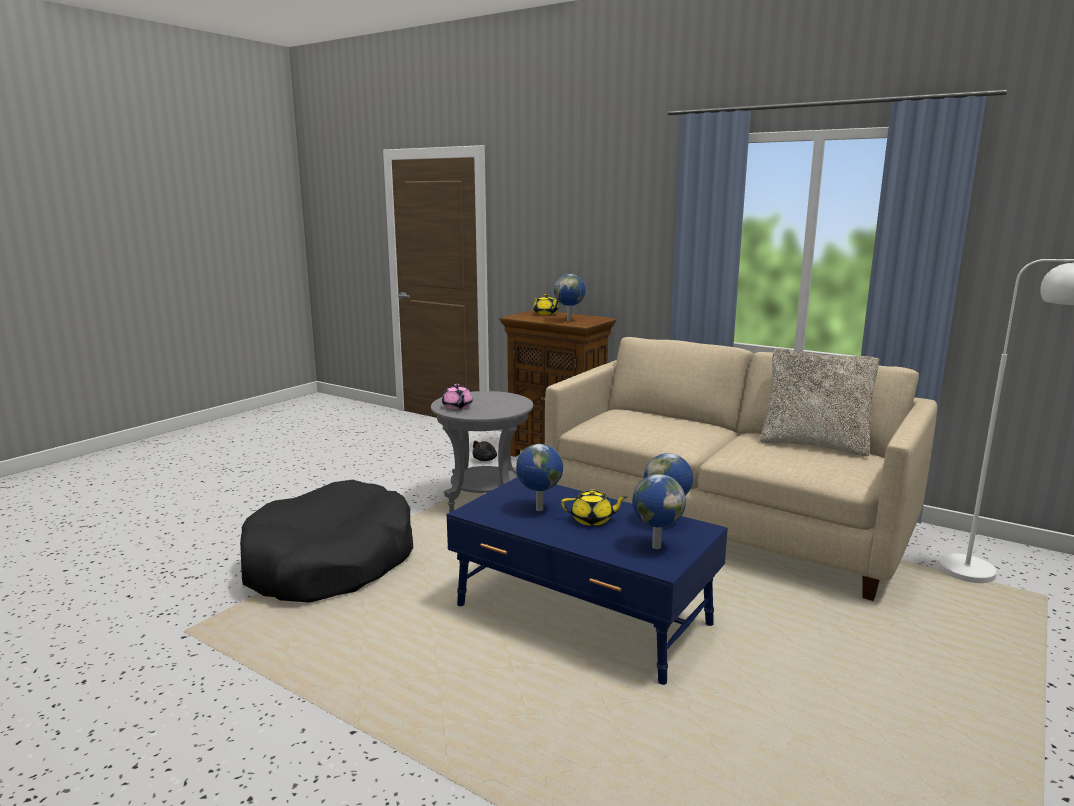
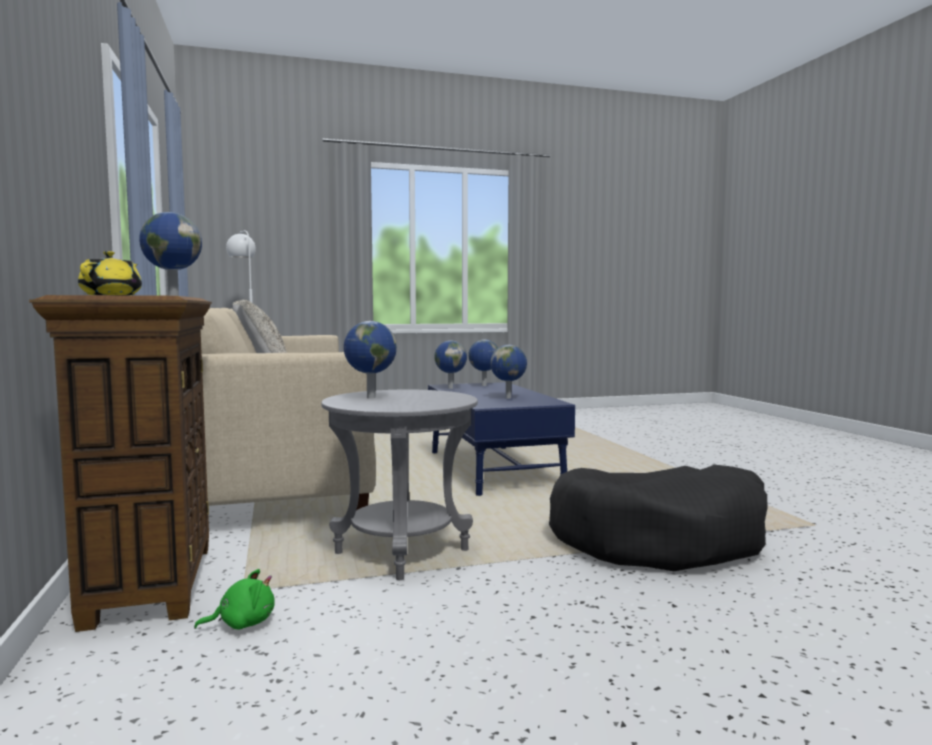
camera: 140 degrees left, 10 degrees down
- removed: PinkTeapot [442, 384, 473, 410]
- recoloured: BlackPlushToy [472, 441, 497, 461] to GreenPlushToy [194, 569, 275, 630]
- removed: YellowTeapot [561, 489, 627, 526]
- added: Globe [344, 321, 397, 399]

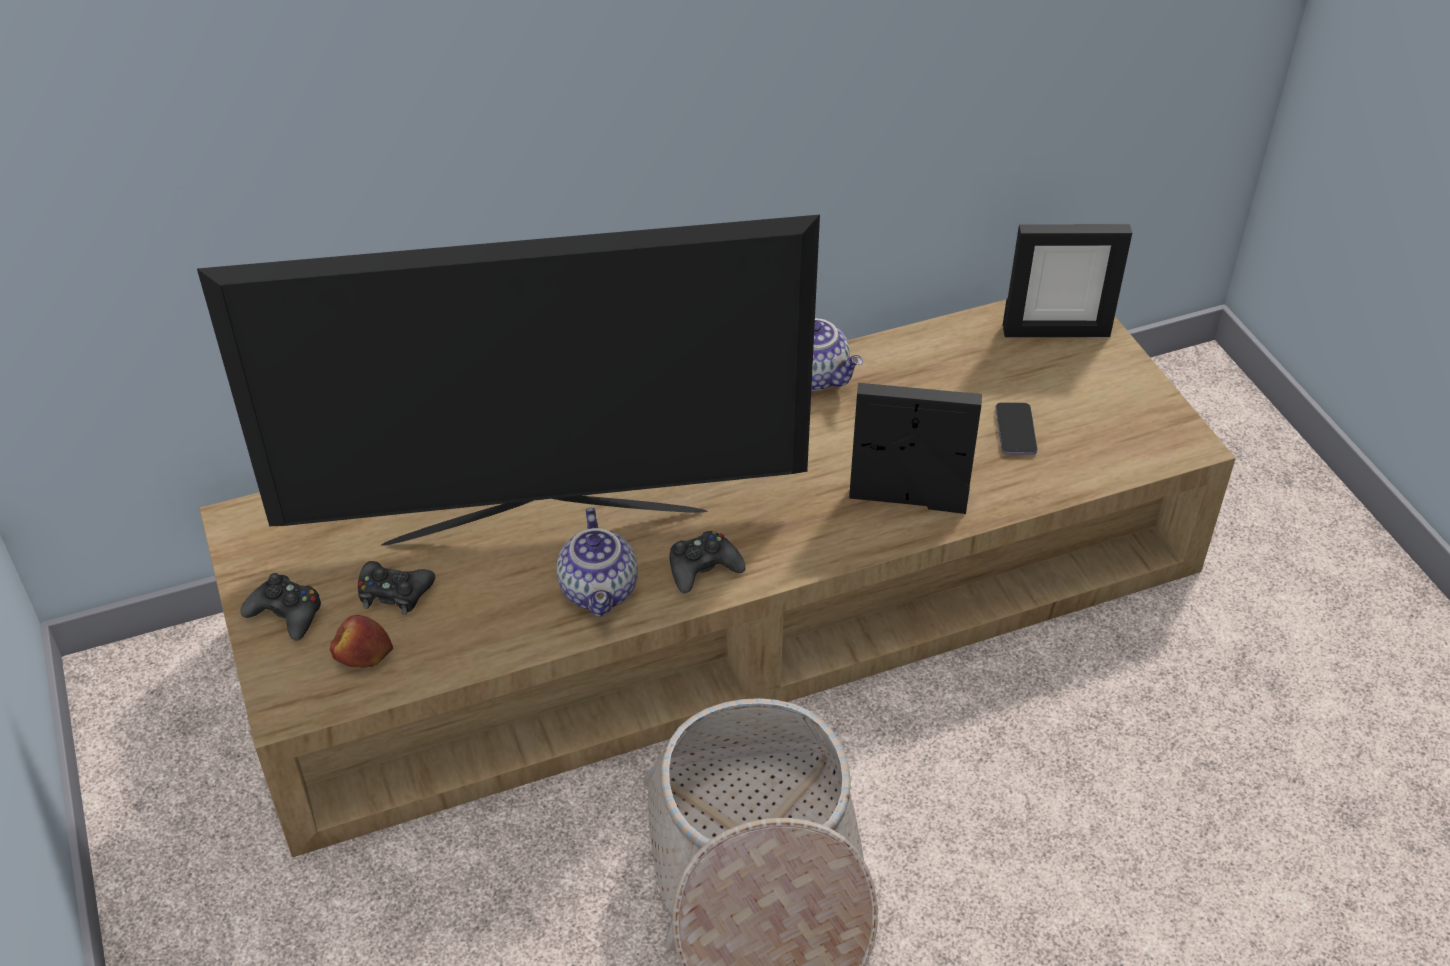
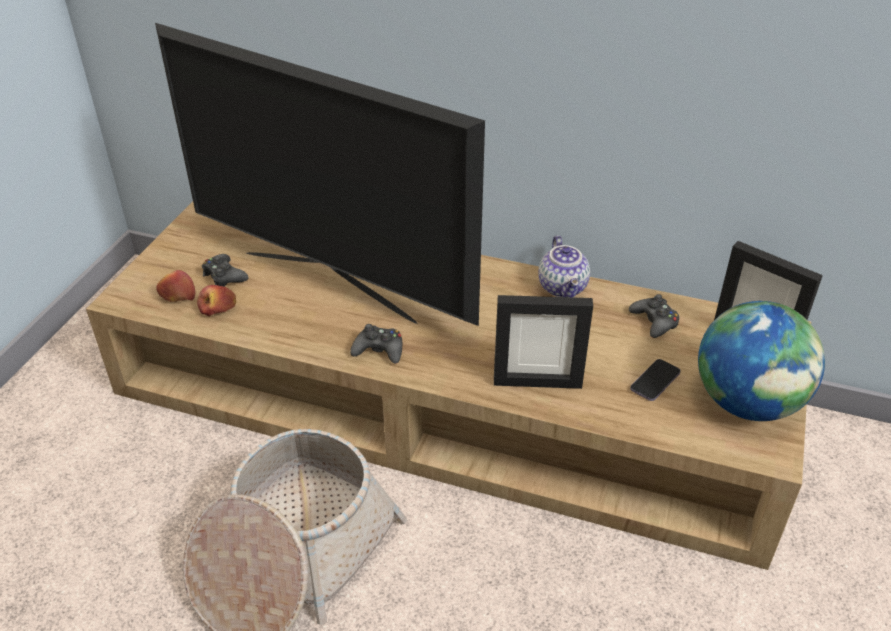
camera: 40 degrees right, 5 degrees down
- turned: PictureFrame [849, 383, 982, 514] = [494, 295, 593, 389] 135 degrees clockwise
- removed: Teapot [557, 508, 638, 616]
- moved: BlackGameController [241, 573, 321, 641] to [629, 294, 679, 338]
- added: Apple [197, 285, 236, 316]
- added: Globe [698, 301, 825, 421]

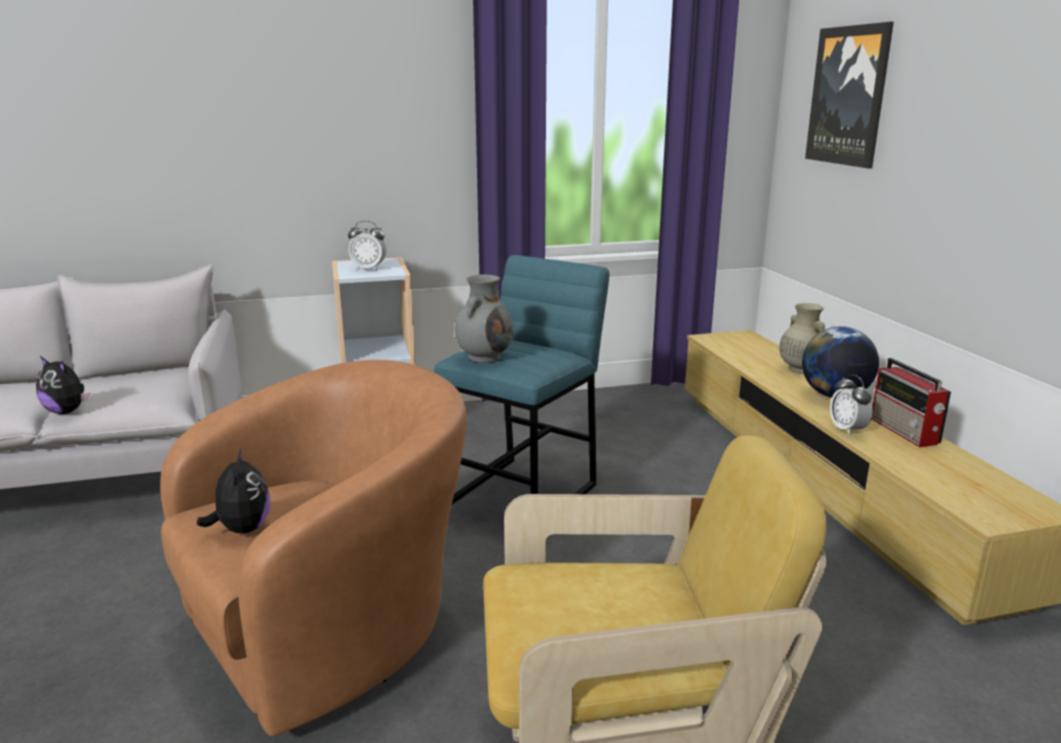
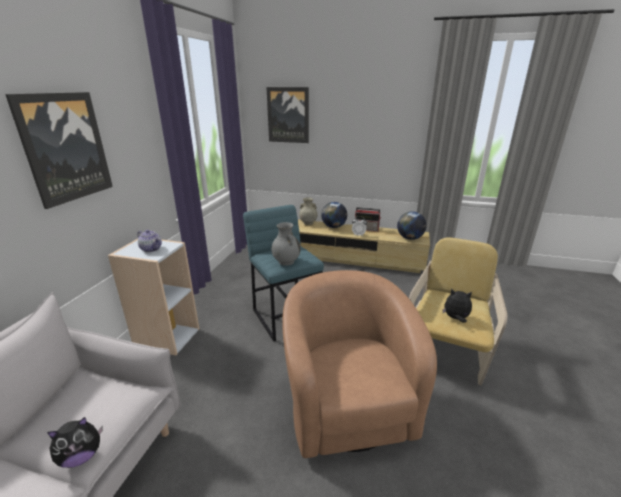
camera: 60 degrees left, 5 degrees up
- replaced: AlarmClock [348, 221, 386, 270] to Teapot [138, 230, 162, 252]
- moved: PlushToy [197, 449, 270, 533] to [443, 289, 472, 323]
- added: Picture [5, 92, 113, 209]
- added: Globe [397, 211, 427, 240]

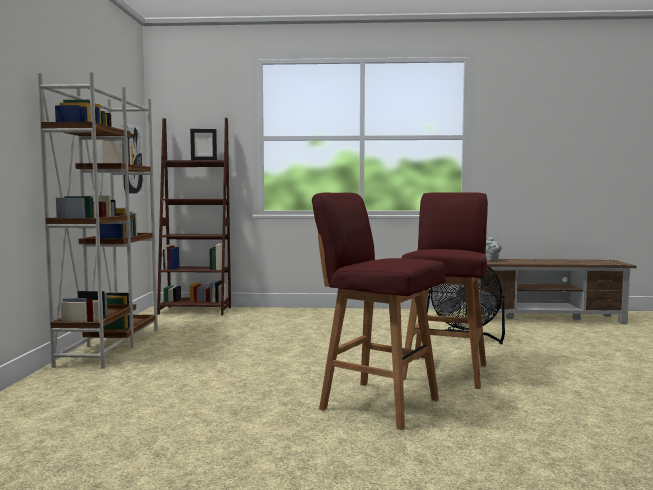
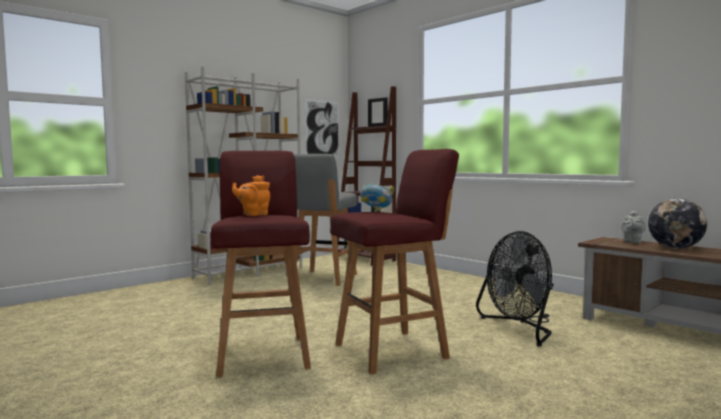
camera: 45 degrees right, 0 degrees up
- added: GreyStool [293, 154, 357, 286]
- added: OrangeTeapot [232, 175, 270, 216]
- added: Bowl [360, 184, 394, 211]
- added: Globe [648, 198, 707, 249]

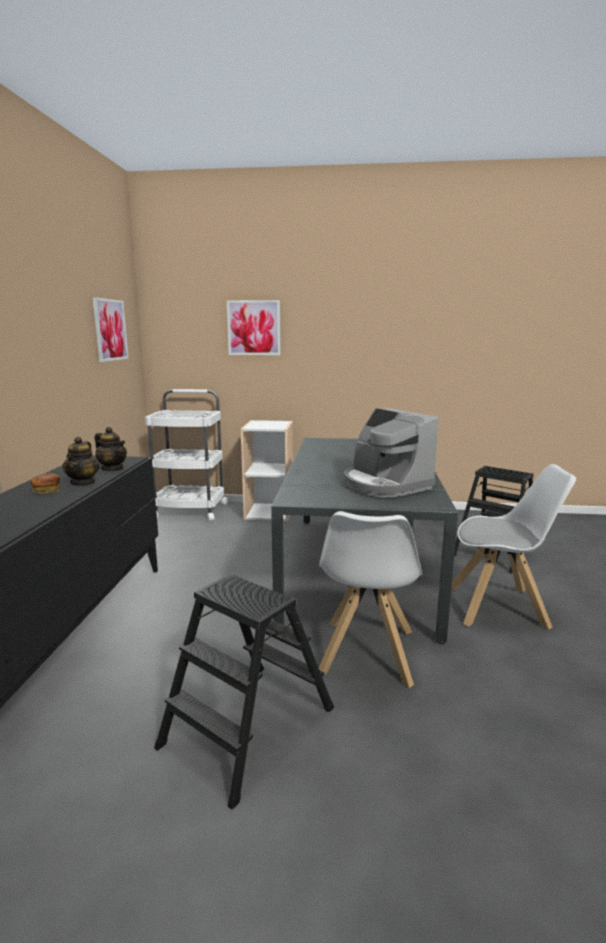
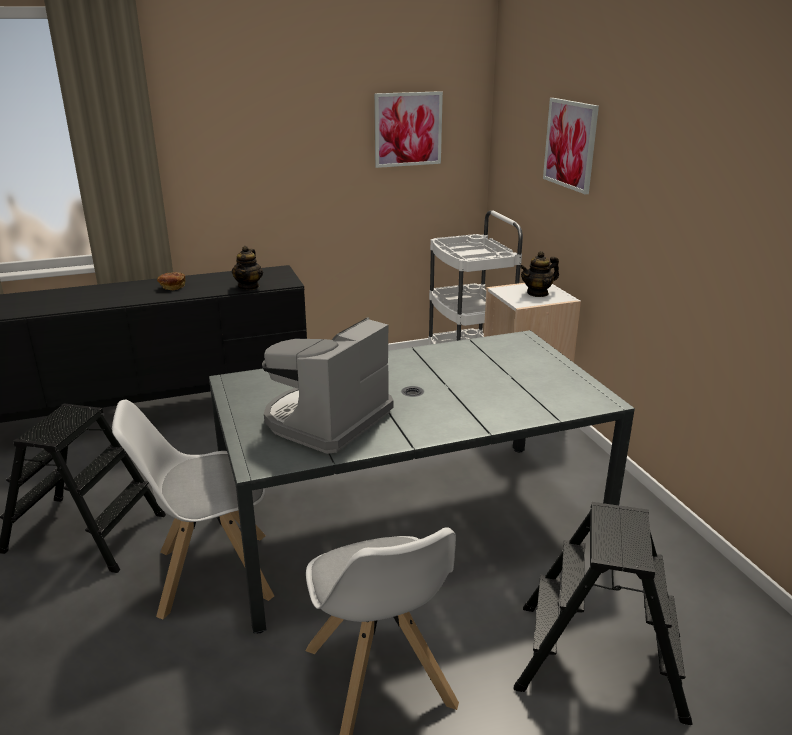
camera: 65 degrees right, 10 degrees up
- moved: Teapot [62, 437, 100, 486] to [520, 251, 559, 297]

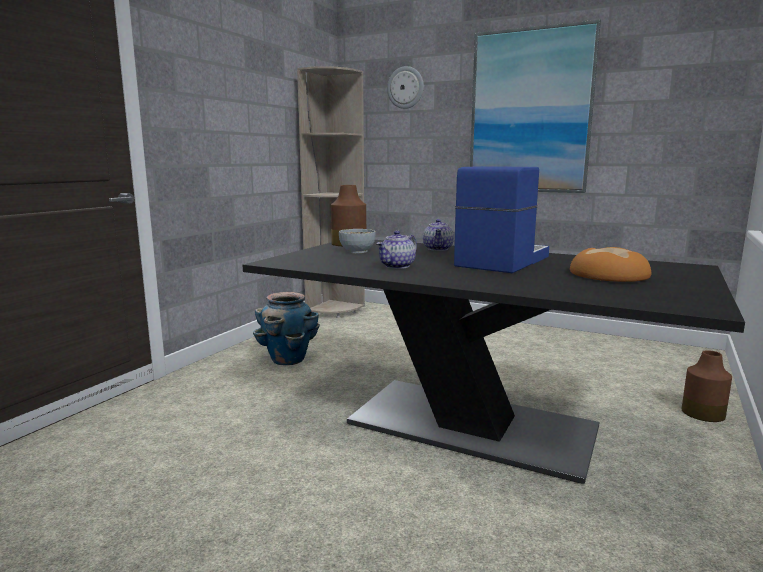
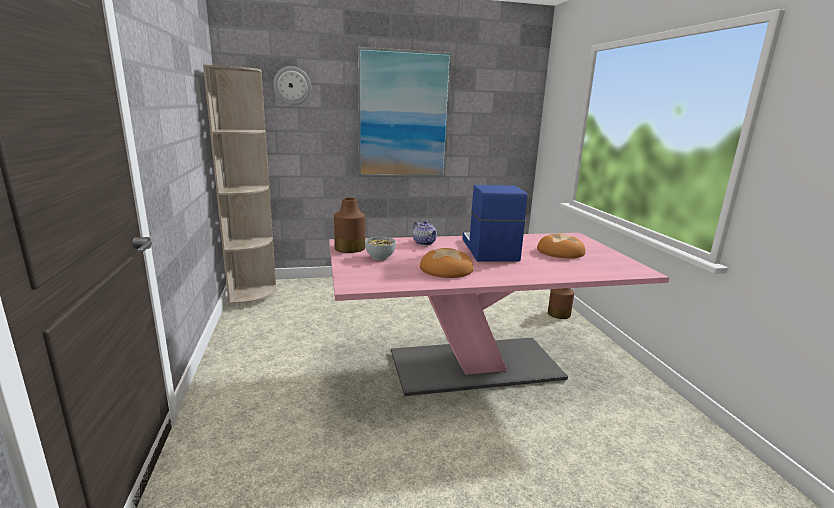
camera: 40 degrees left, 5 degrees up
- replaced: Teapot [376, 230, 417, 269] to Bread [420, 248, 473, 278]
- recoloured: BlackDiningTable [243, 240, 745, 484] to PinkDiningTable [329, 233, 669, 396]
- removed: Planter [253, 292, 320, 365]

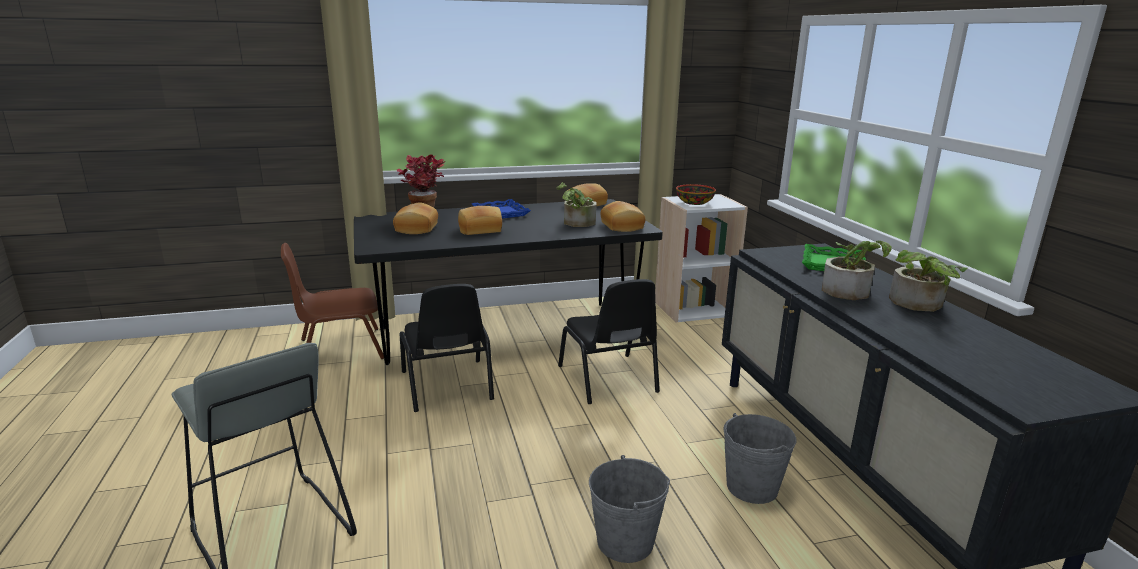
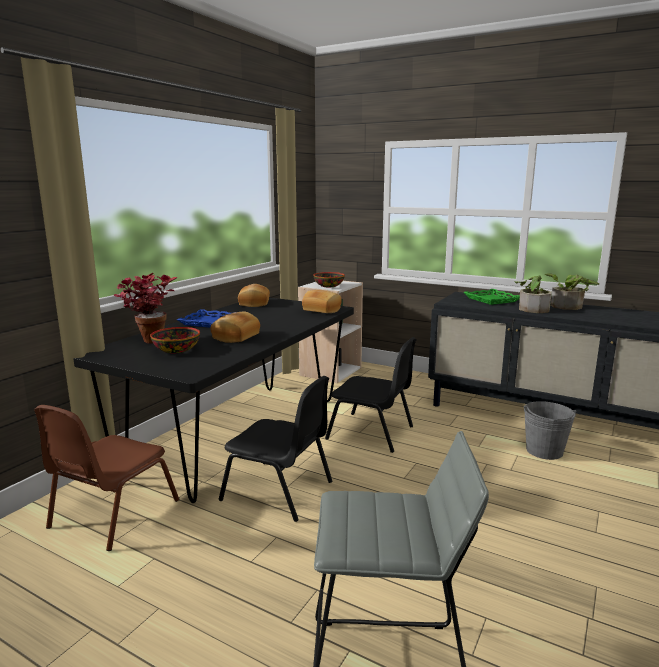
camera: 45 degrees left, 5 degrees down
- removed: PottedPlant [556, 182, 597, 227]
- replaced: Bread [393, 202, 438, 234] to Bowl [150, 327, 200, 354]
- removed: GreyBucket [589, 455, 670, 563]

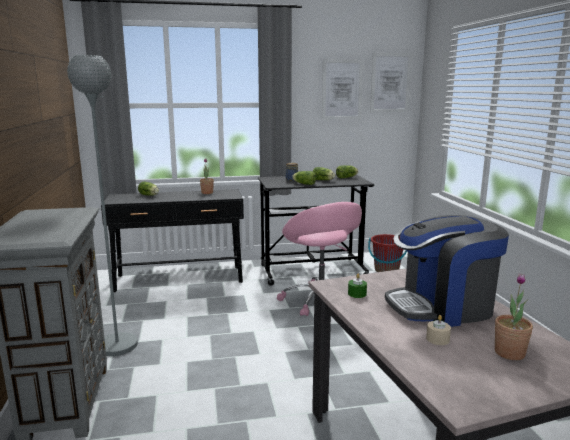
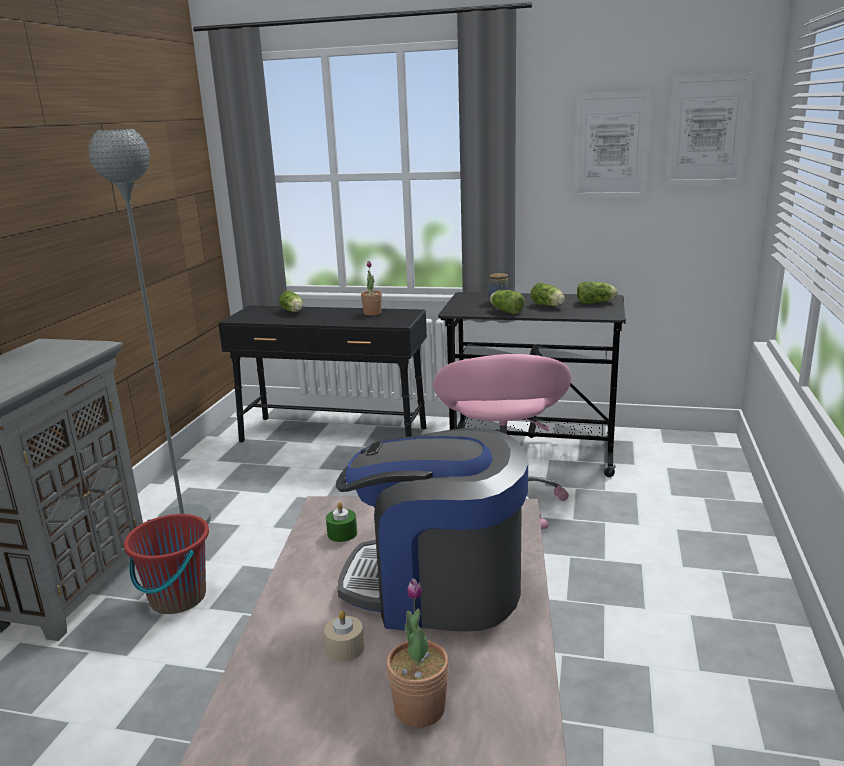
camera: 25 degrees right, 5 degrees up
- moved: RedBucket [368, 234, 407, 272] to [124, 514, 209, 614]

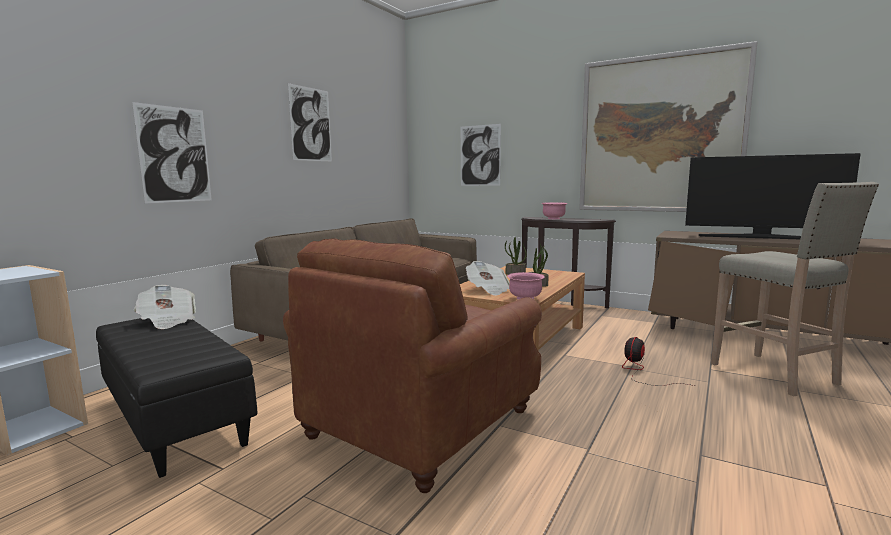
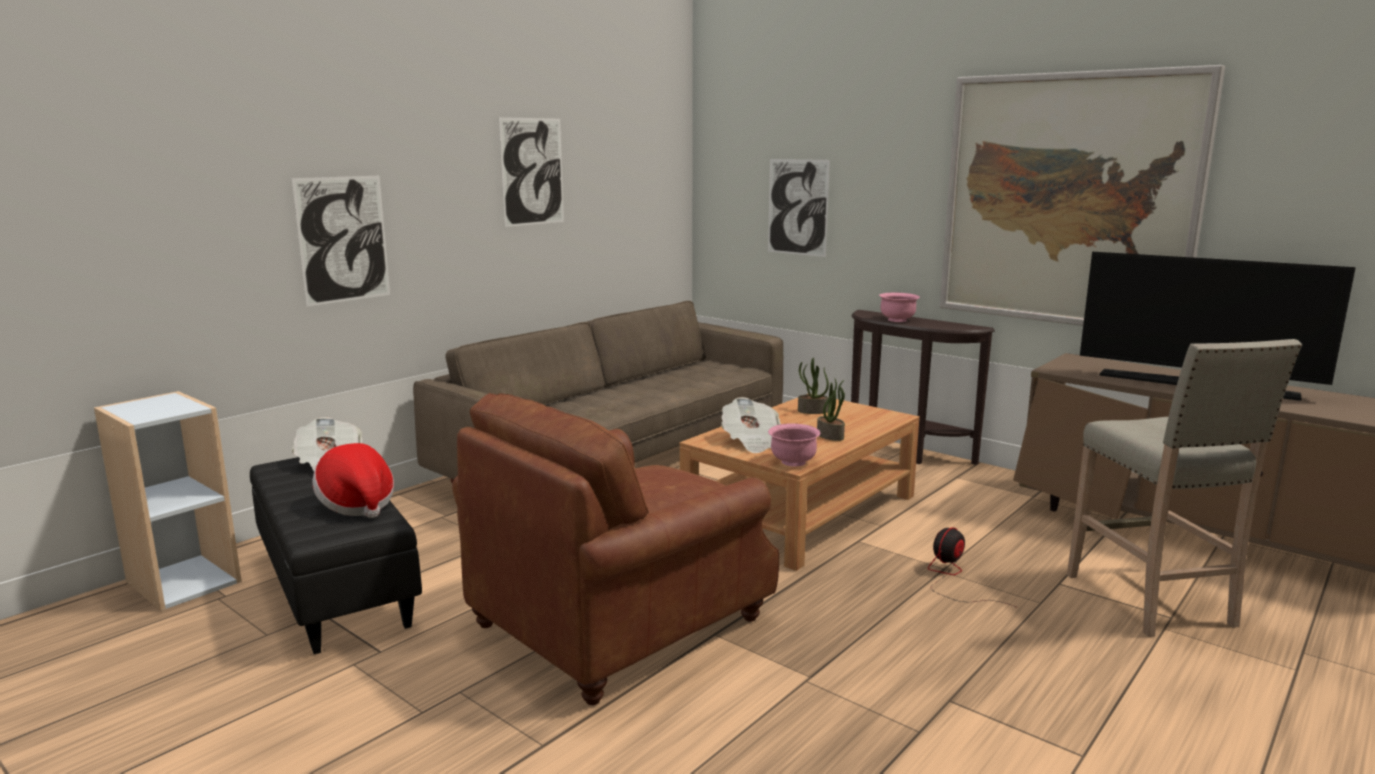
camera: 10 degrees right, 5 degrees up
- added: Hat [312, 443, 394, 518]

